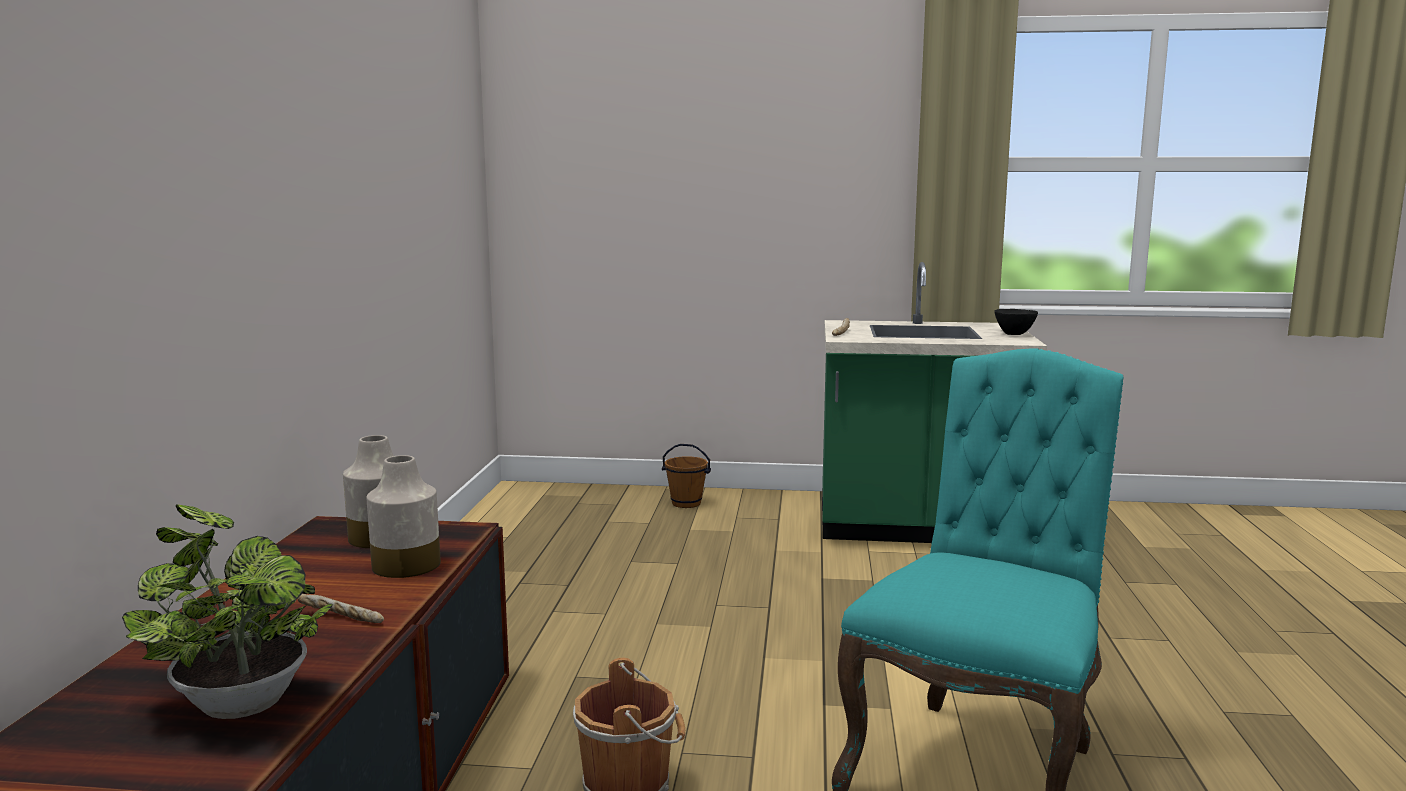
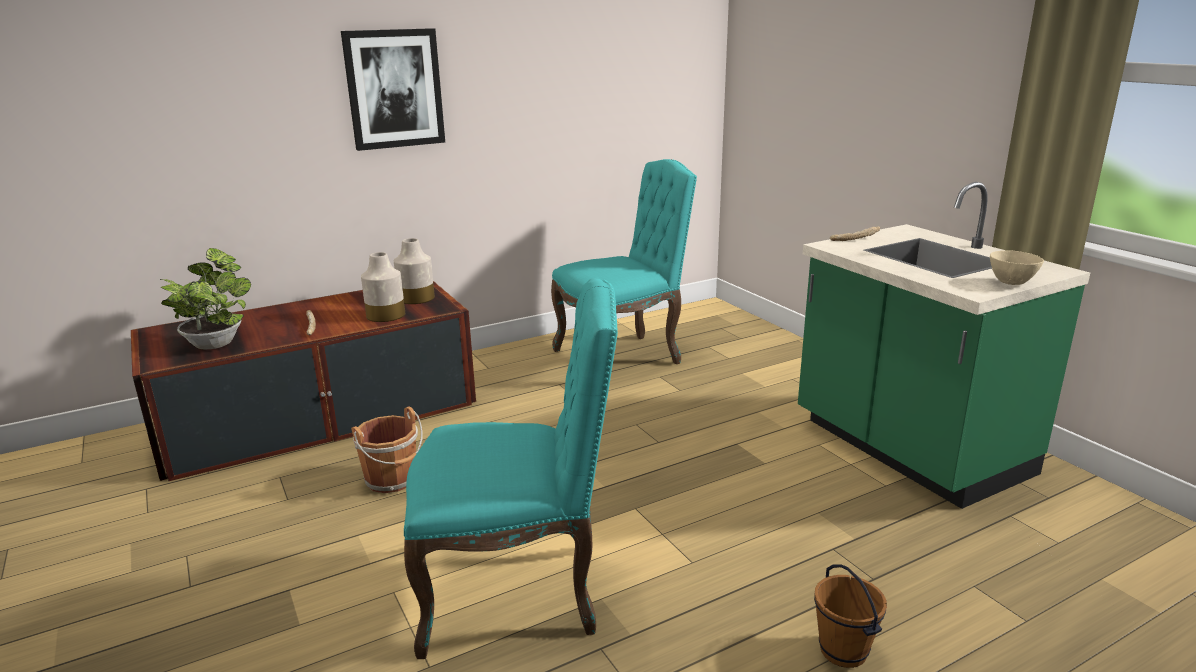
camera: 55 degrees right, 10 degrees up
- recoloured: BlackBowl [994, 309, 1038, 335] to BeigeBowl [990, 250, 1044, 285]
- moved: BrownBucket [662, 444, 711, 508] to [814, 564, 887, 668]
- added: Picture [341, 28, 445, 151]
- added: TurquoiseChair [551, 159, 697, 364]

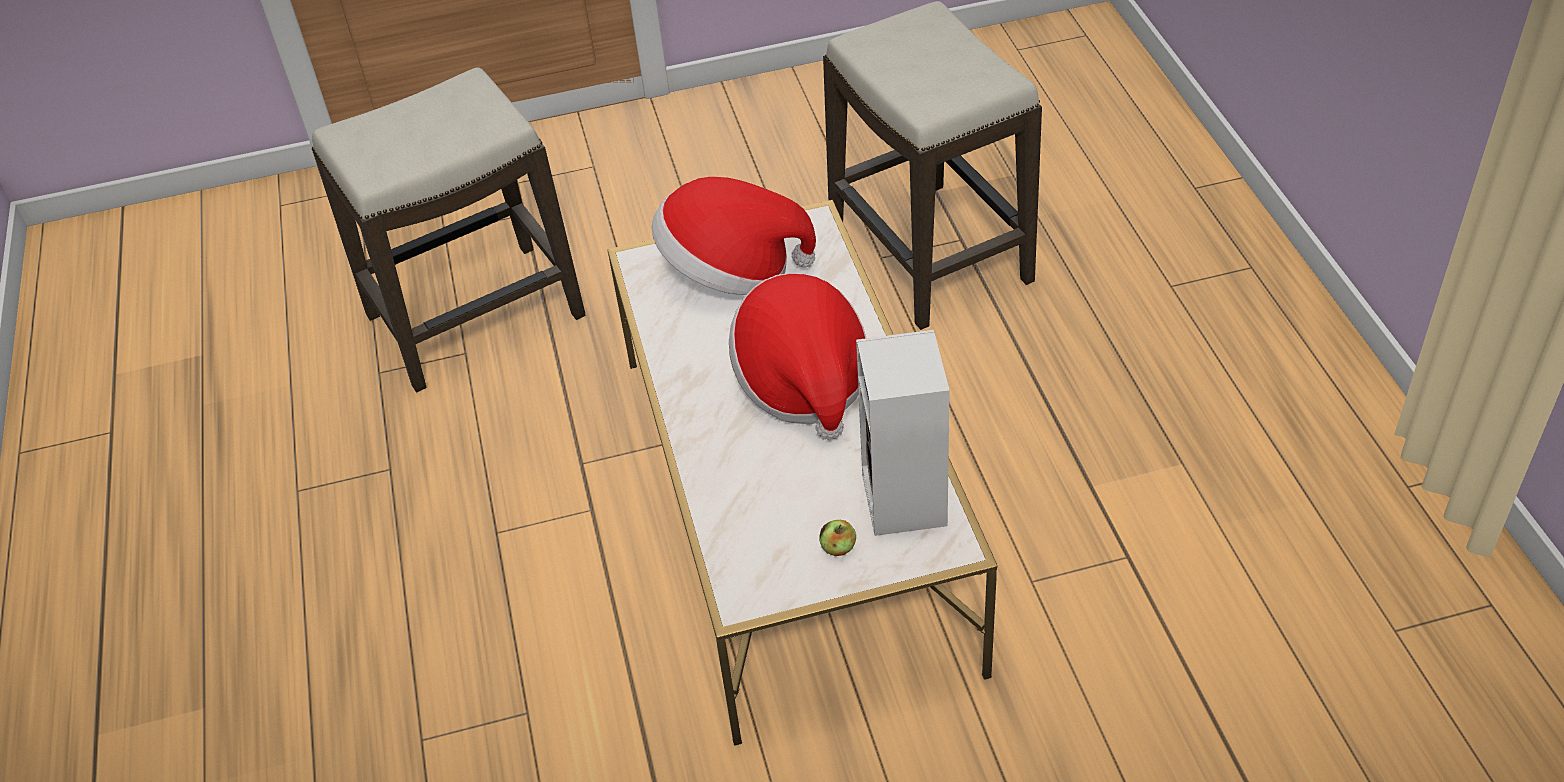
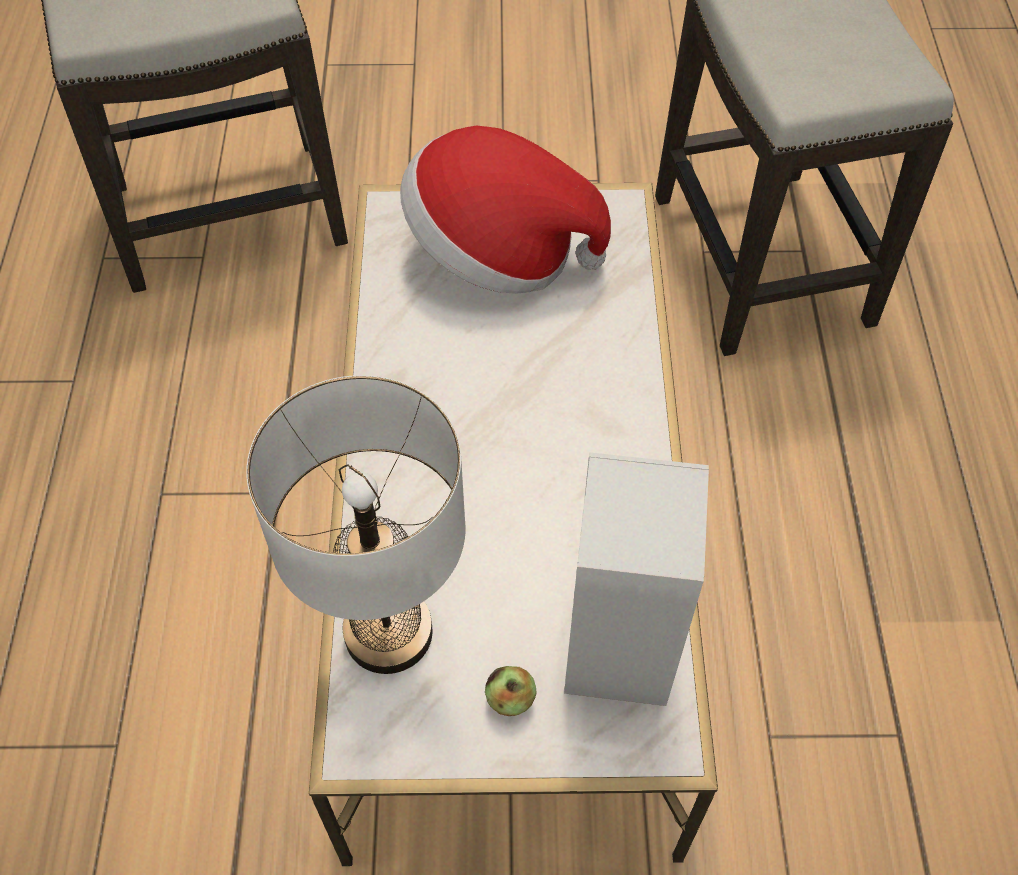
camera: 10 degrees right, 10 degrees up
- removed: Hat [729, 273, 866, 440]
- added: TableLamp [246, 375, 466, 674]

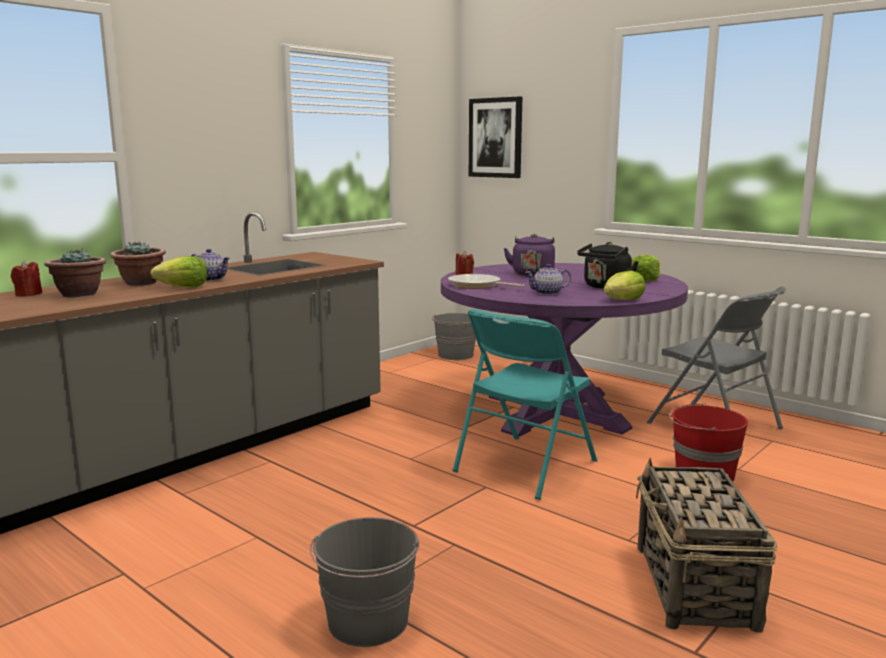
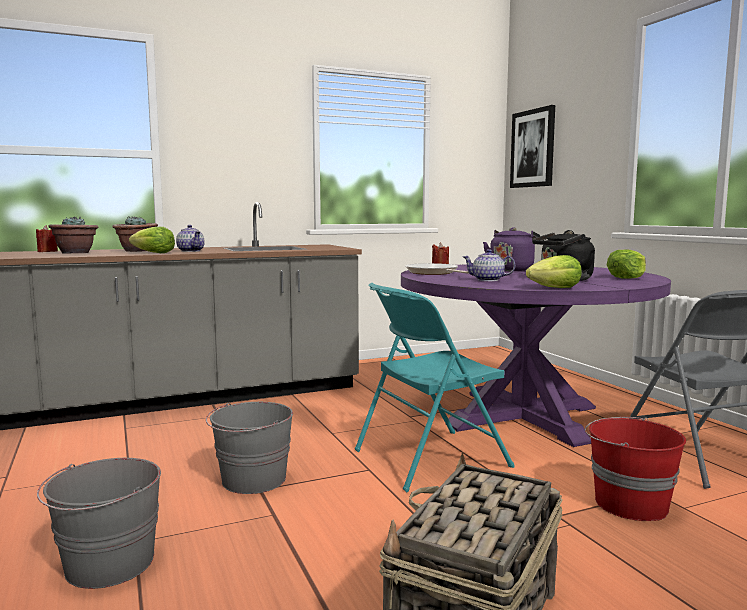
camera: 25 degrees right, 5 degrees down
- moved: GreyBucket [432, 313, 476, 360] to [206, 402, 293, 494]

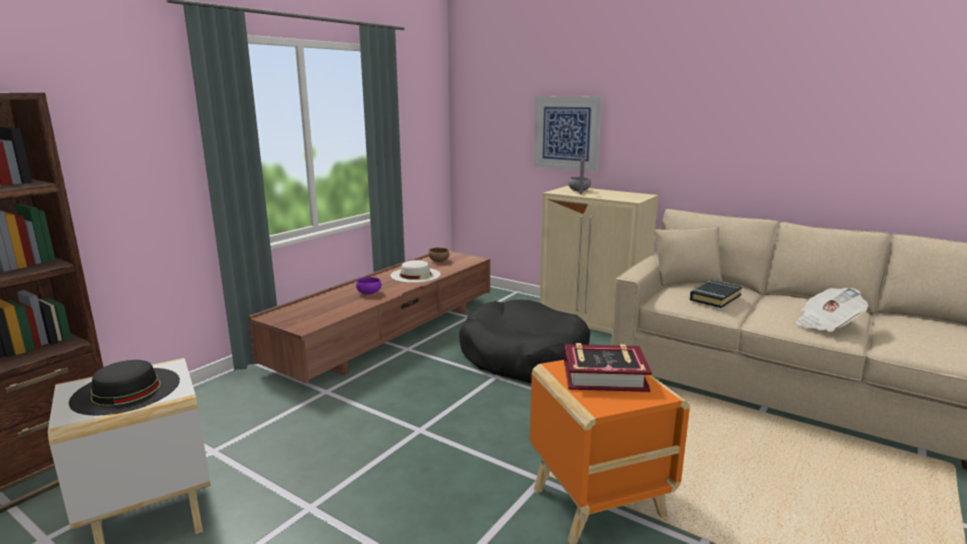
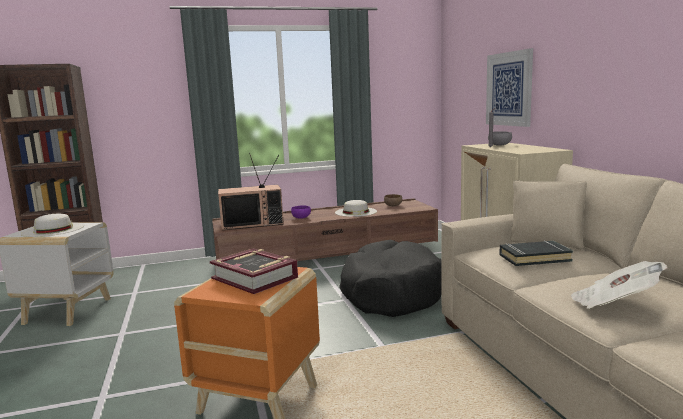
camera: 40 degrees right, 5 degrees down
- recoloured: BlackHat [69, 360, 180, 415] to WhiteHat [21, 214, 85, 237]
- added: Television [218, 153, 284, 230]

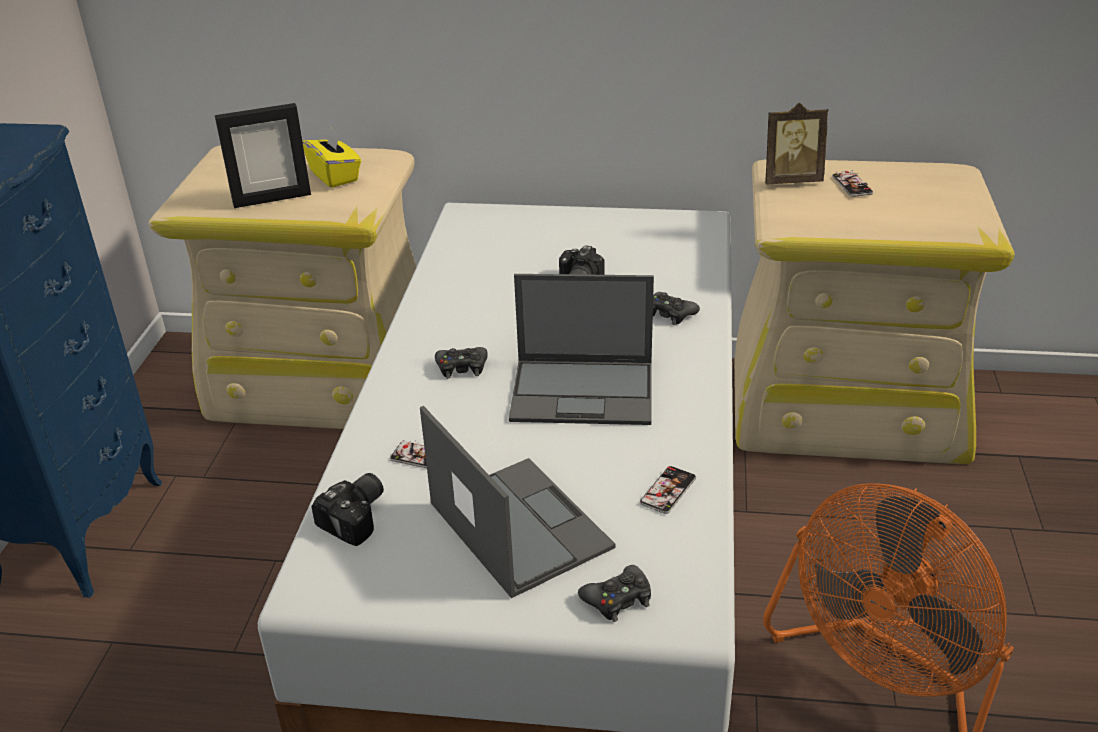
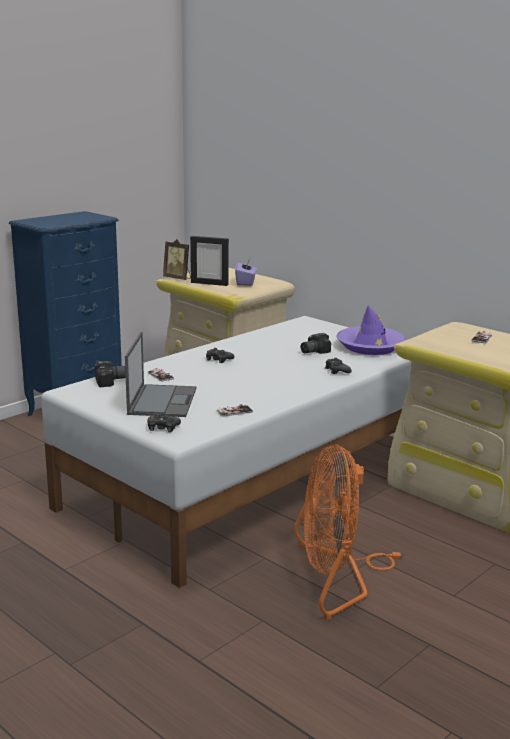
camera: 35 degrees right, 15 degrees down
- moved: PictureFrame [765, 102, 828, 184] to [163, 239, 191, 280]
- recoloured: YellowTissueBox [302, 126, 361, 188] to PurpleTissueBox [235, 259, 257, 286]
- removed: Laptop [509, 274, 654, 425]
- added: PurpleHat [336, 306, 406, 355]

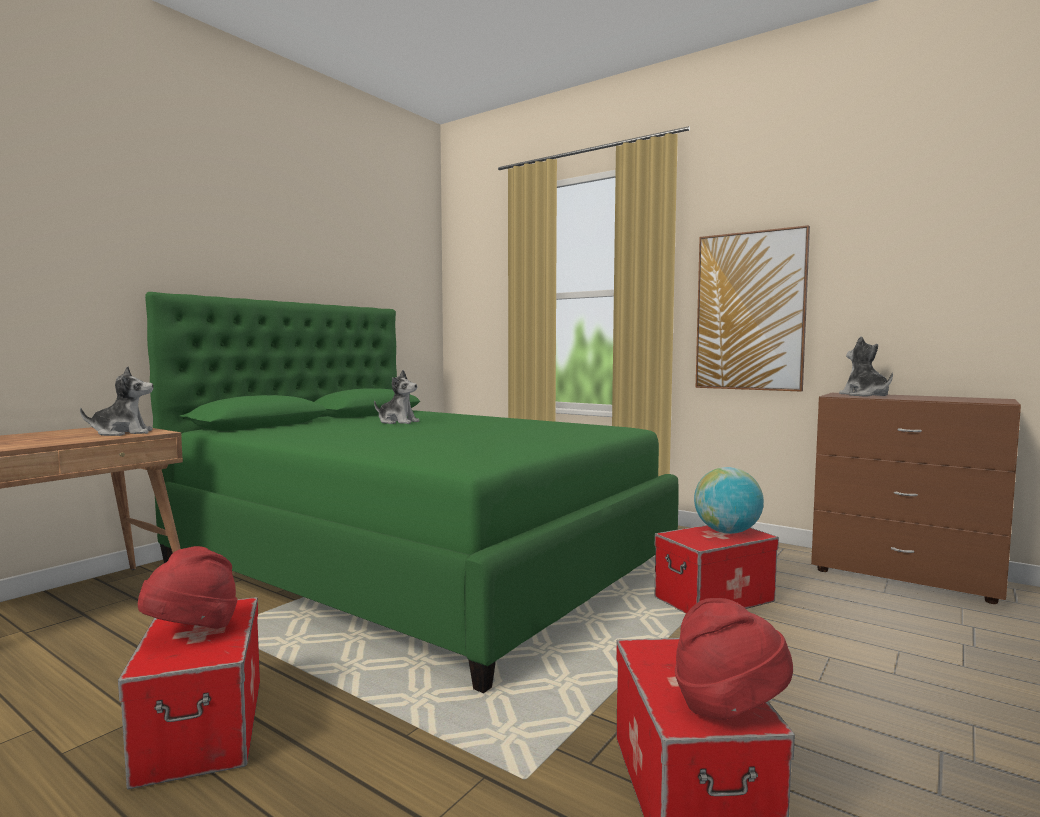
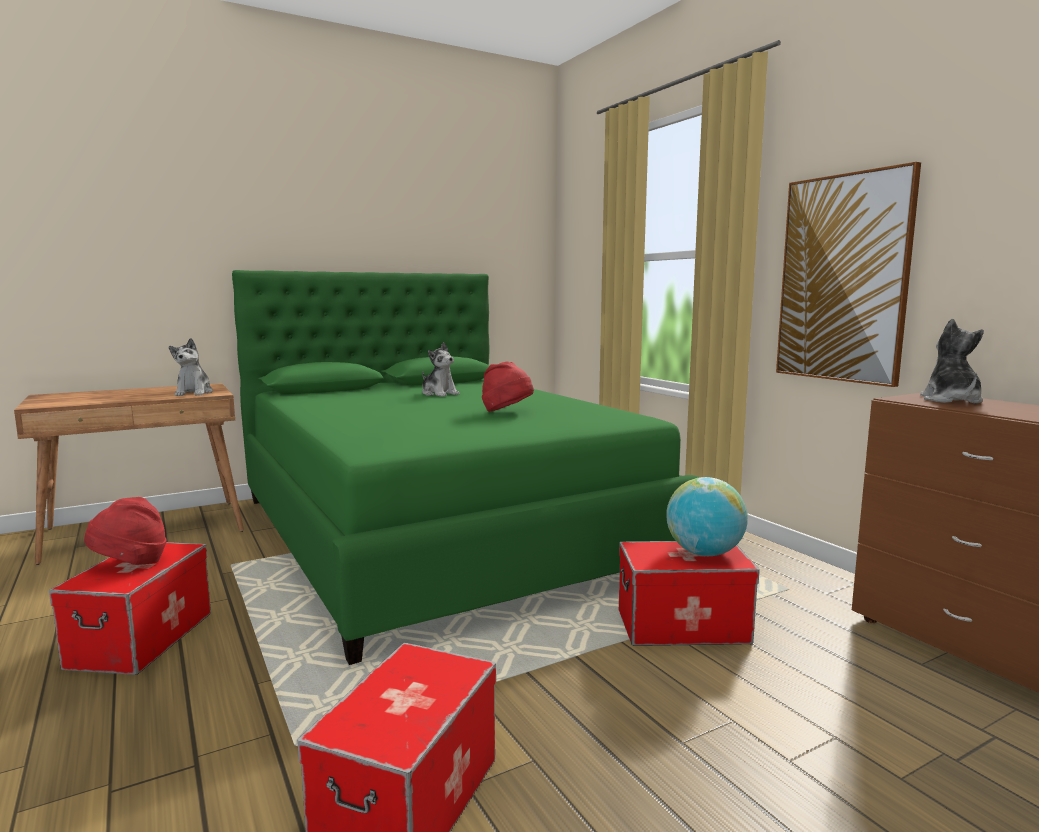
camera: 25 degrees right, 5 degrees up
- turned: PlushToy [80, 366, 154, 436] = [169, 338, 213, 396] 75 degrees clockwise
- moved: RedHat [675, 598, 793, 720] to [482, 362, 534, 412]

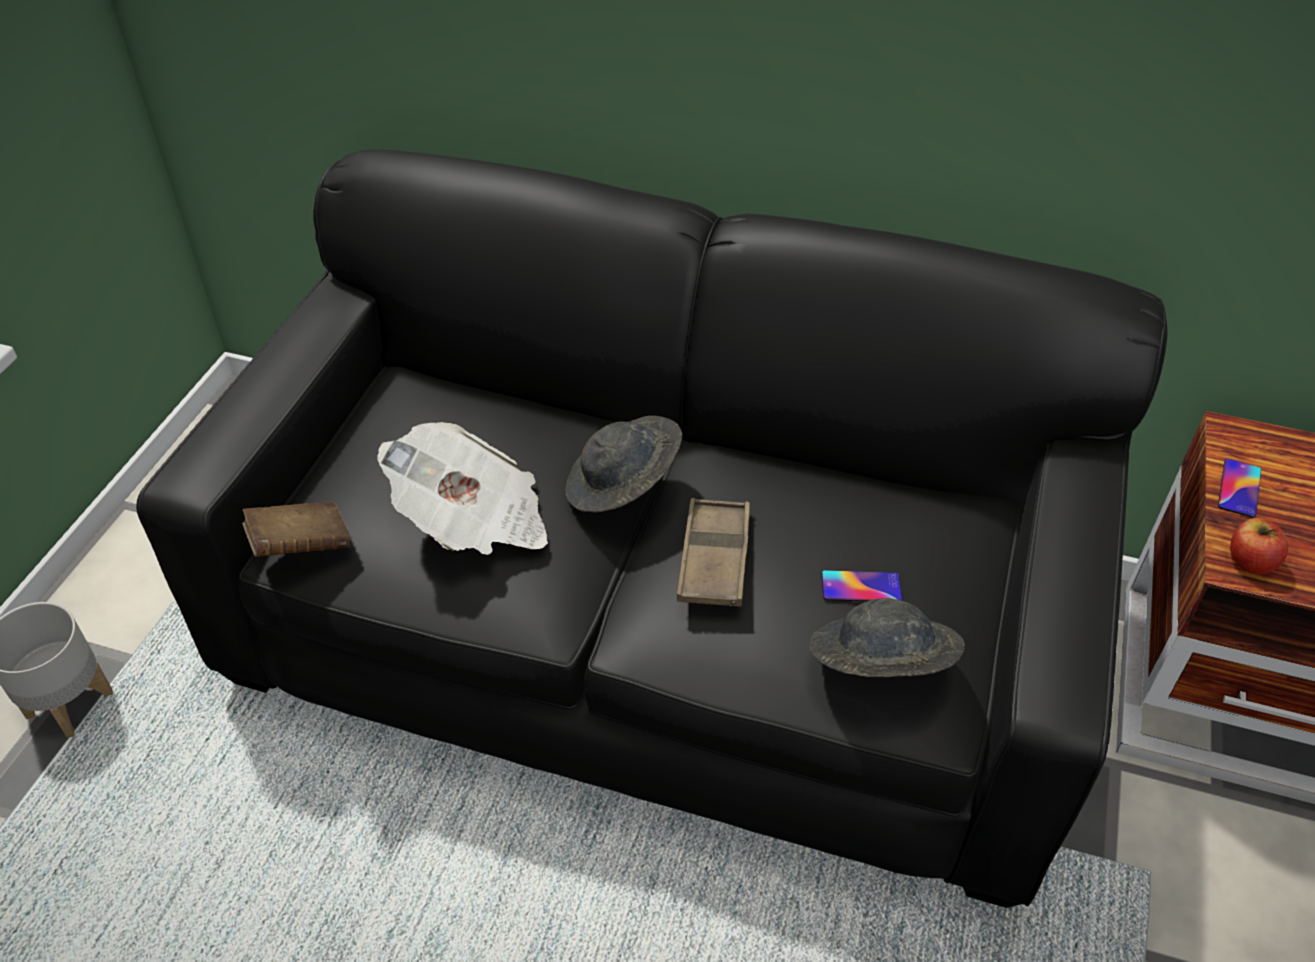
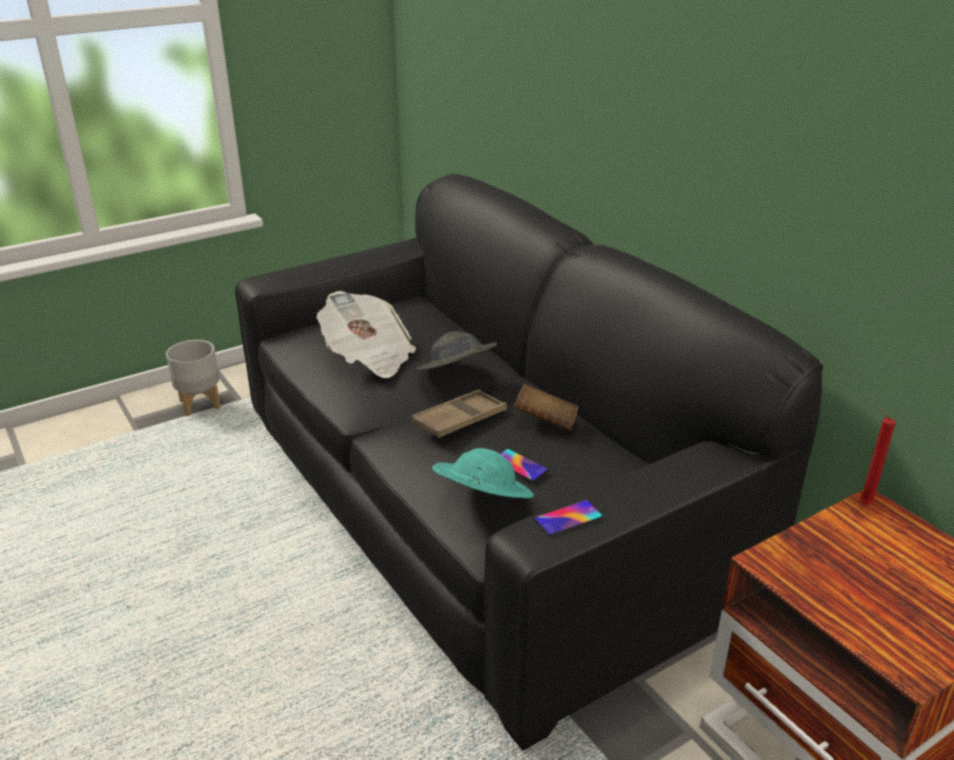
camera: 40 degrees right, 15 degrees down
- moved: Phone [1218, 459, 1261, 518] to [534, 500, 603, 536]
- moved: BrownBook [242, 501, 350, 557] to [513, 384, 578, 431]
- removed: Apple [1230, 518, 1288, 574]
- recoloured: GreyHat [809, 598, 965, 677] to TurquoiseHat [432, 448, 534, 498]
- added: RedCandle [860, 408, 895, 505]

